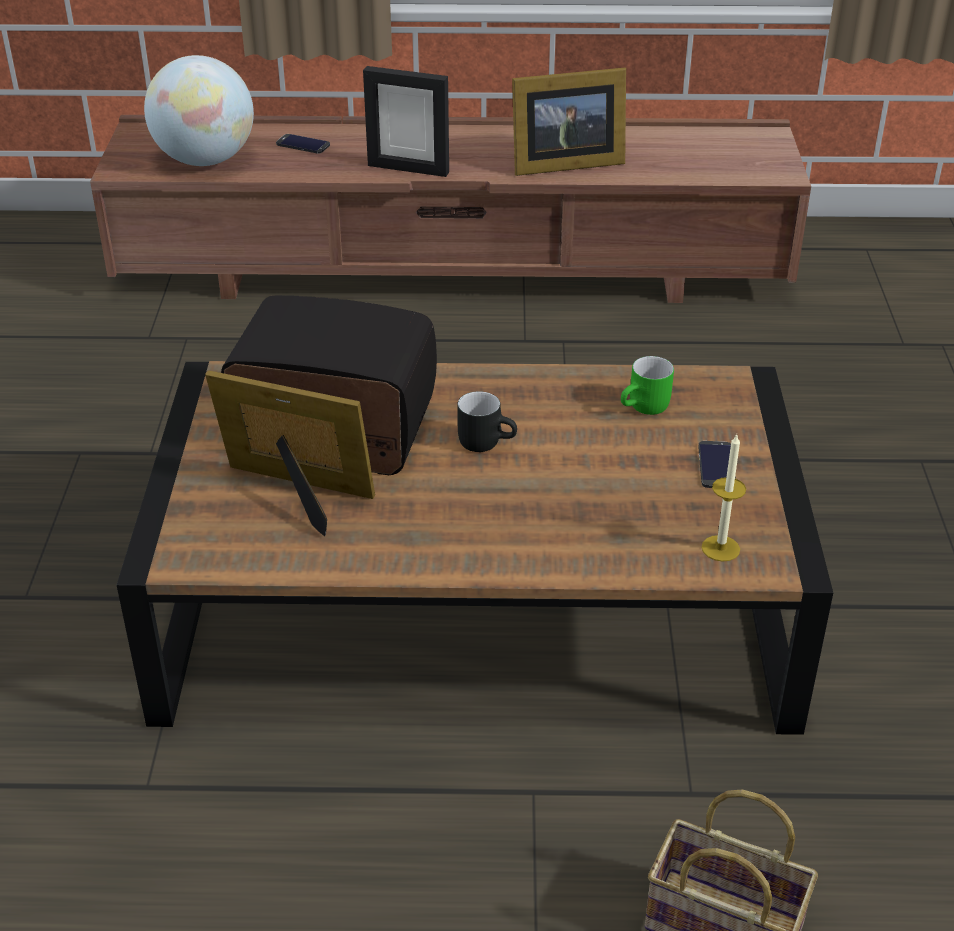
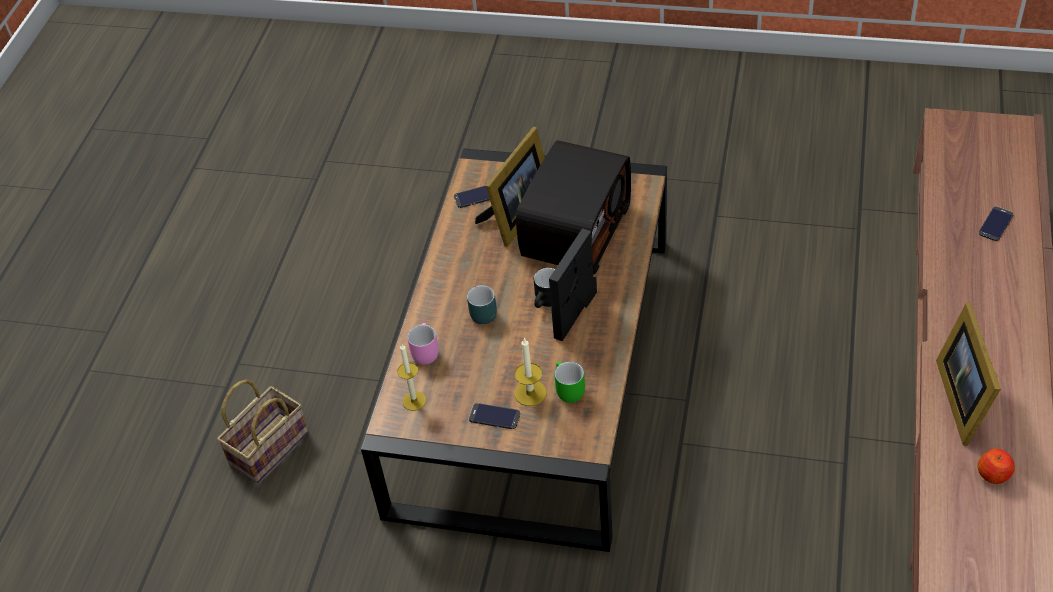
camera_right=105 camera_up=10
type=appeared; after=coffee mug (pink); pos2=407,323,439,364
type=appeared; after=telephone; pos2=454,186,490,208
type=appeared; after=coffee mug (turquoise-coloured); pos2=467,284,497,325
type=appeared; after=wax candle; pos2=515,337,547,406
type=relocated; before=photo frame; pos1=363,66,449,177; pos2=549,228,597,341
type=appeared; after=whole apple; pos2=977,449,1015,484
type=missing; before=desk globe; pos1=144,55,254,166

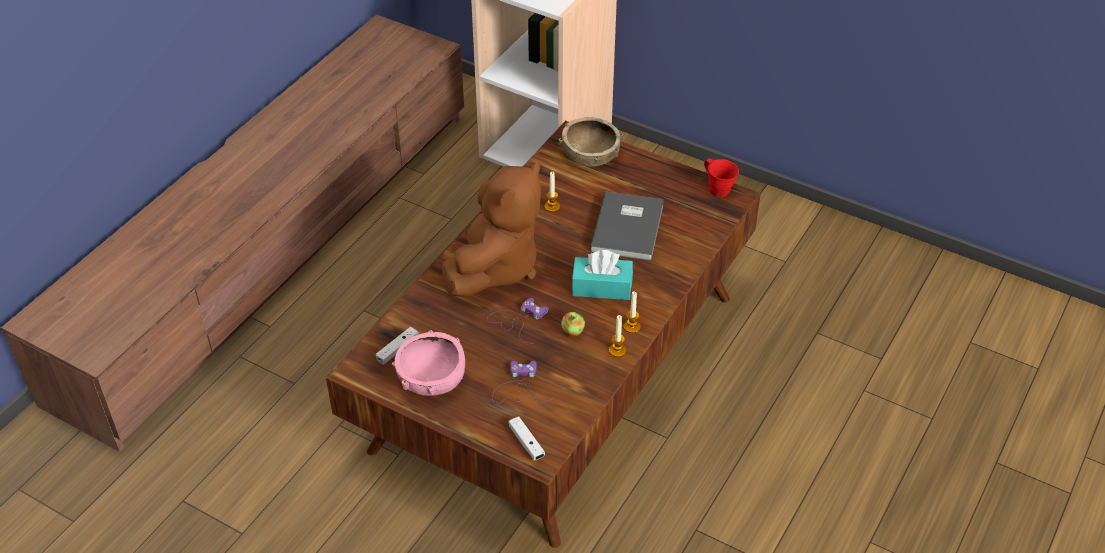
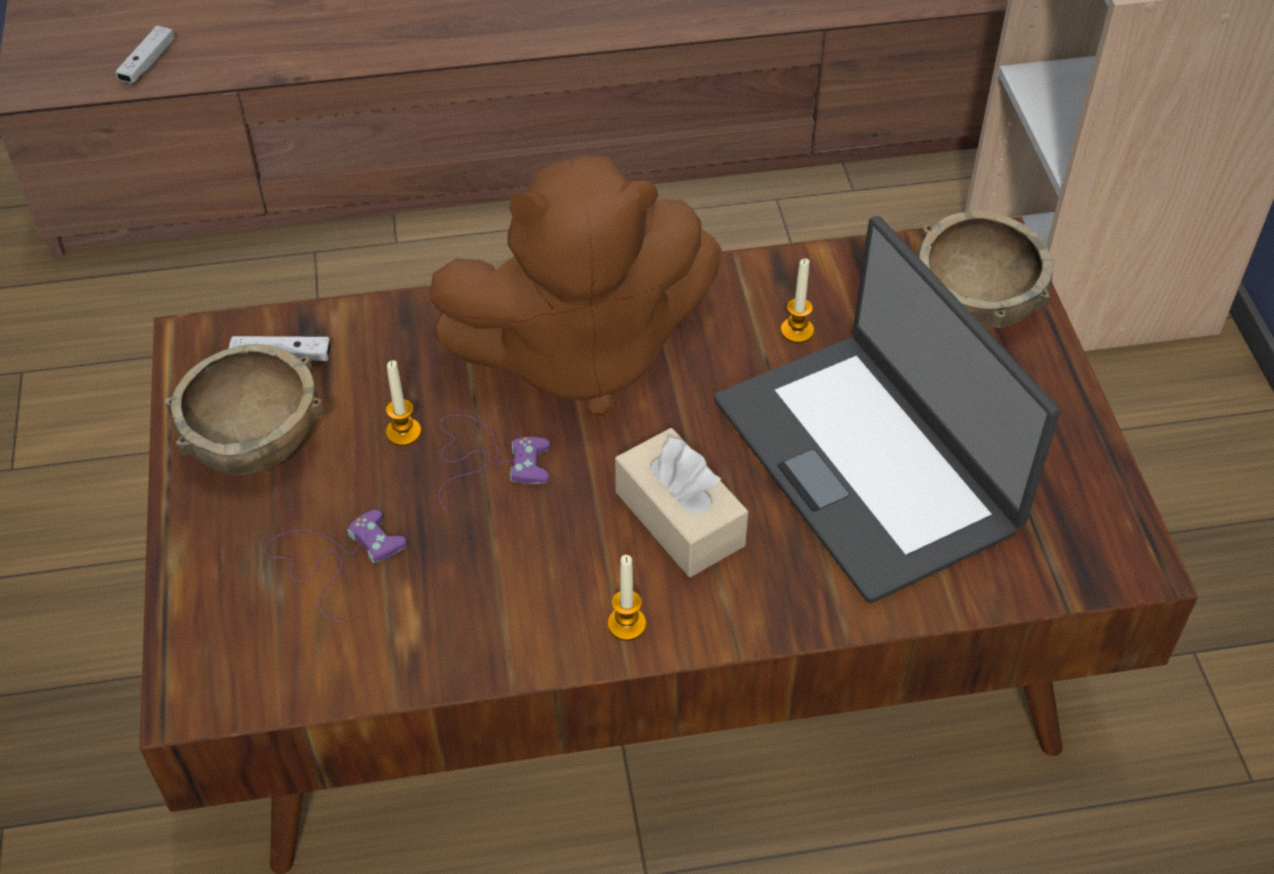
camera_right=50 camera_up=5
type=relocated; before=game controller (white-coloured); pos1=508,416,545,460; pos2=115,26,174,83
type=colour; before=serving bowl (pink); after=serving bowl (brownish); pos1=392,330,465,396; pos2=165,344,324,475
type=relocated; before=wax candle; pos1=609,315,626,357; pos2=386,360,421,446
type=colour; before=tissue box (turquoise-coloured); after=tissue box (sand-coloured); pos1=572,250,633,300; pos2=615,428,748,577
type=exchanged; before=bound book (grey); after=portable computer; pos1=590,191,664,261; pos2=714,216,1060,603
type=missing; before=whole apple; pos1=561,312,585,337
type=missing; before=coffee mug (reddish); pos1=704,158,739,197

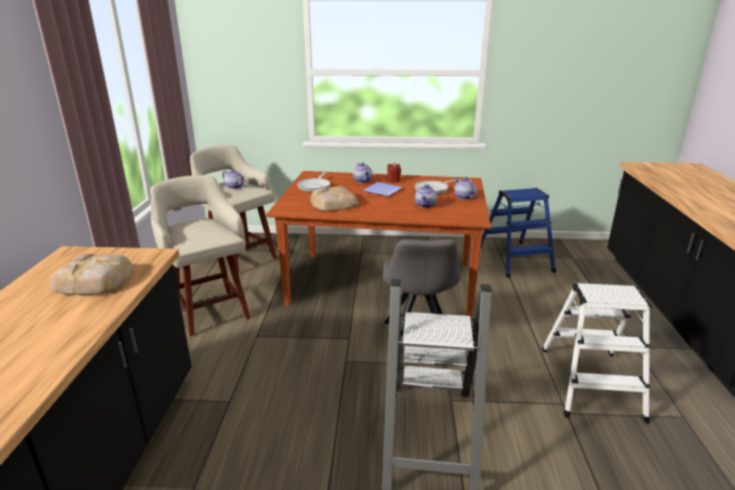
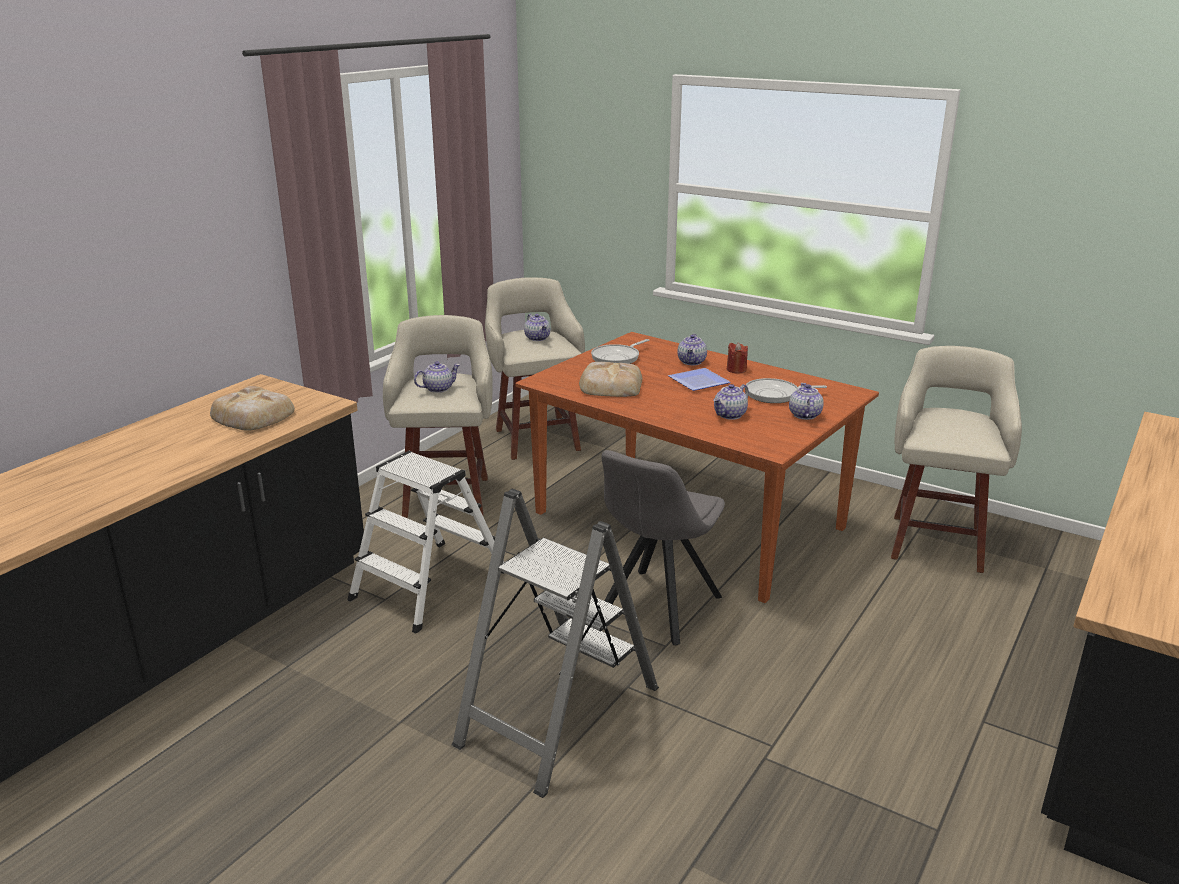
camera_right=30 camera_up=0
type=relocated; before=stepladder (white-coloured); pos1=542,282,652,424; pos2=347,451,504,633
type=appeared; after=pot for tea; pos2=414,361,460,393
type=exchanged; before=stepladder (bluish); after=stool (sand-coloured); pos1=481,188,556,278; pos2=891,346,1022,573

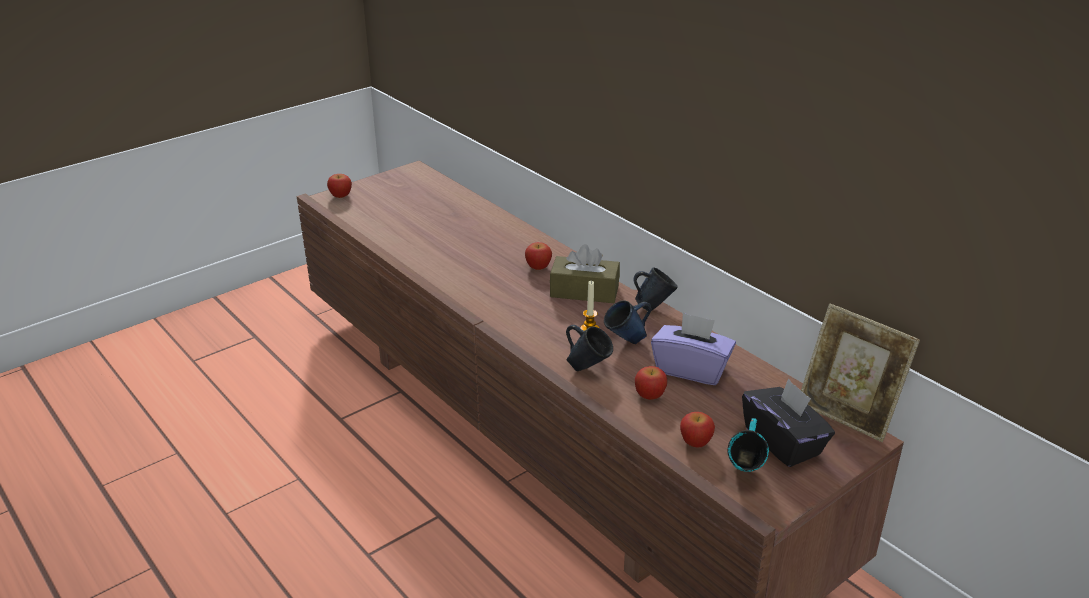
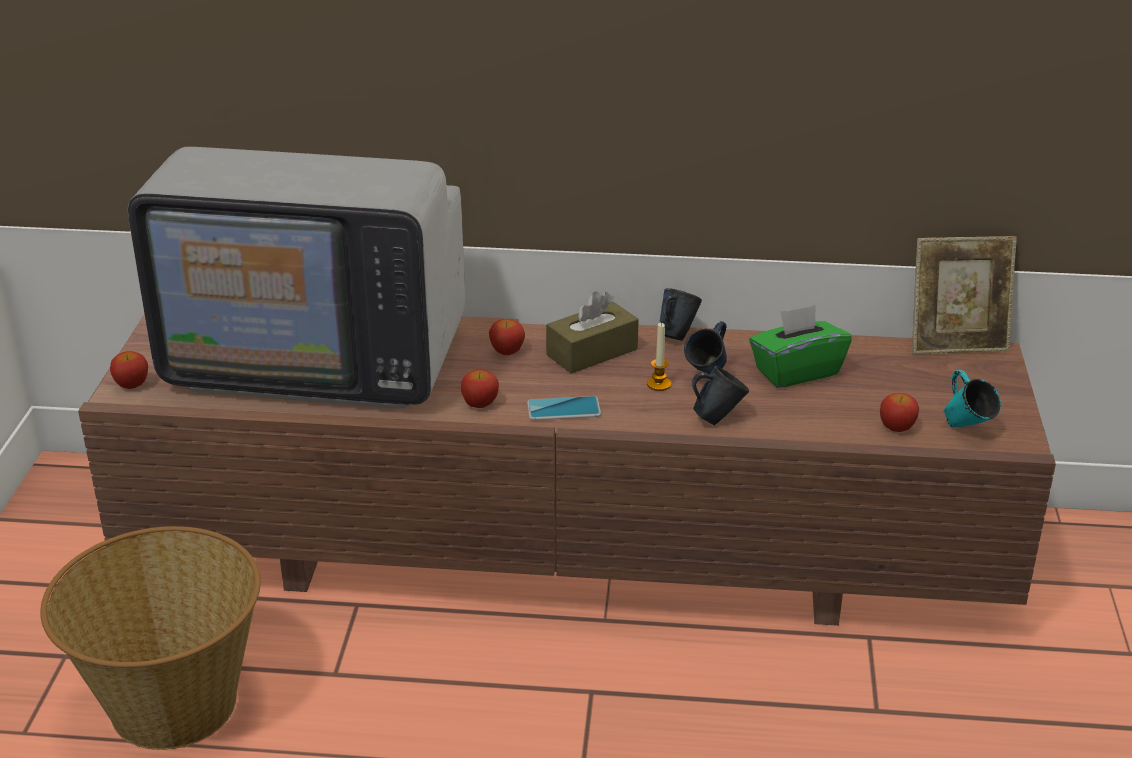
camera_right=-45 camera_up=0
type=appeared; after=basket; pos2=40,526,261,750
type=appeared; after=TV; pos2=128,147,465,408
type=relocated; before=whole apple; pos1=635,366,667,400; pos2=461,369,499,408
type=appeared; after=telephone; pos2=527,396,601,420
type=colour; before=tissue box (purplish); after=tissue box (green); pos1=651,312,736,385; pos2=749,305,852,388
type=missing; before=tissue box (black); pos1=742,378,835,467

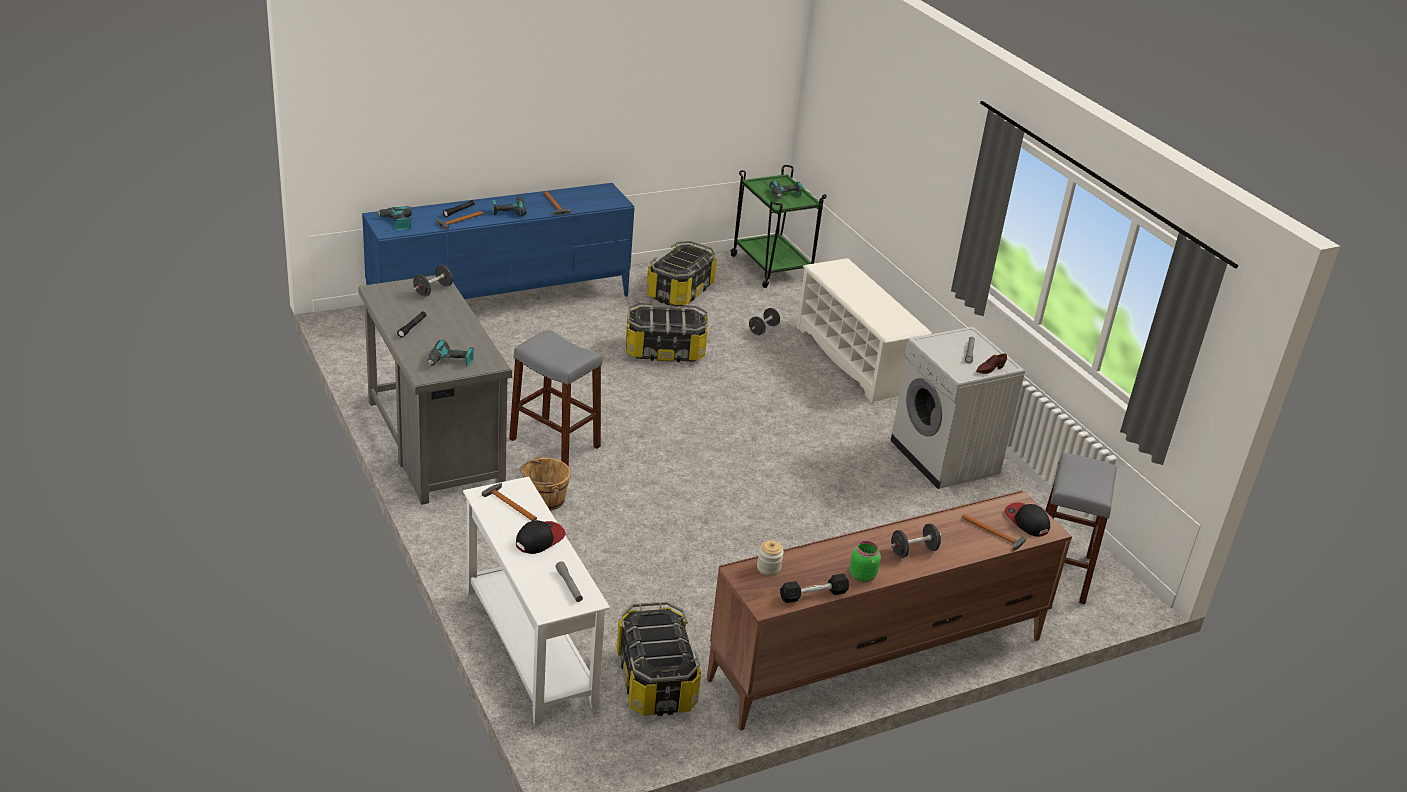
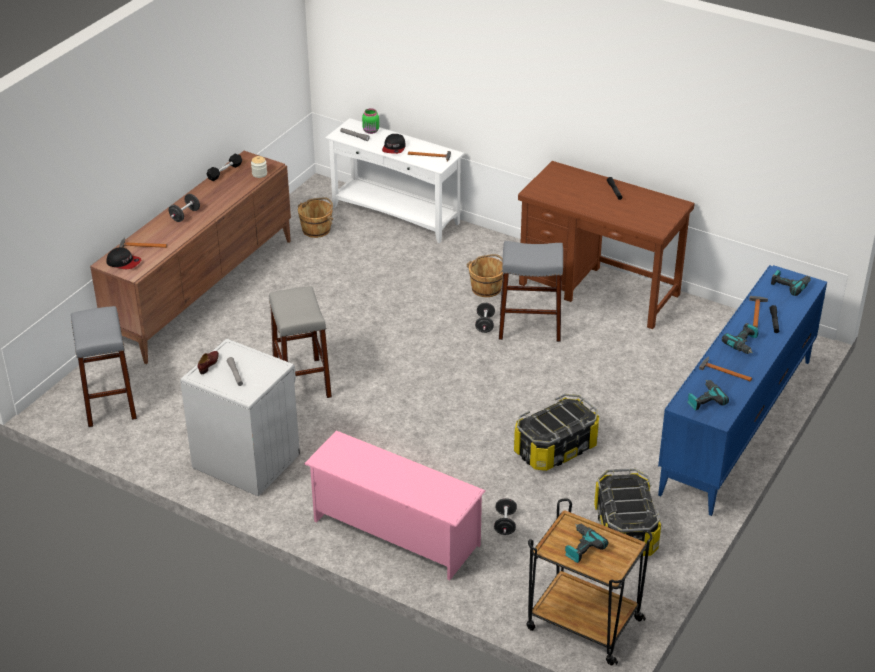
camera_right=150 camera_up=5
type=appeared; after=stool (grey); pos2=269,286,332,398
type=exchanged; before=storage bin; after=pail (brownish); pos1=617,602,701,716; pos2=298,197,333,238
type=colour; before=shoe shelf (white-coloured); after=shoe shelf (pink); pos1=796,258,932,403; pos2=304,431,485,580
type=relocated; before=storage jar (green); pos1=850,541,881,583; pos2=362,108,379,134
type=relocated; before=free weight (black); pos1=413,265,453,297; pos2=475,303,495,333
type=colour; before=desk (grey); after=desk (brownish); pos1=358,275,512,505; pos2=518,161,695,329
type=colour; before=cart (green); after=cart (brownish); pos1=730,165,827,288; pos2=526,498,652,665
type=relocated; before=electric drill; pos1=427,340,474,367; pos2=687,380,729,411

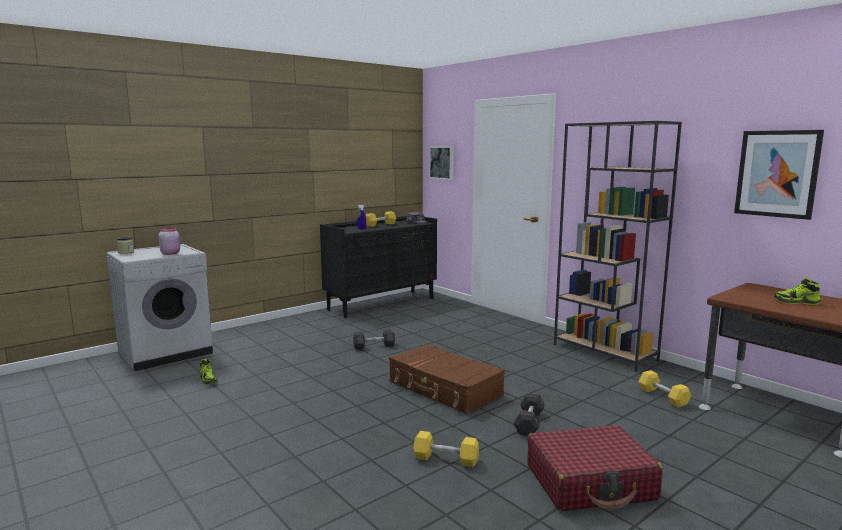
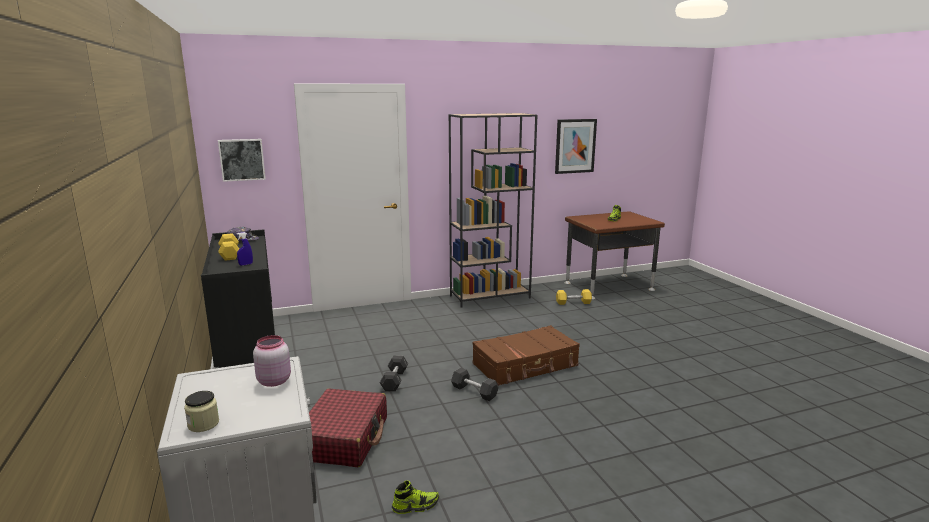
camera_right=-70 camera_up=5
type=relocated; before=travel case (reddish); pos1=527,425,663,511; pos2=309,388,387,467
type=relocated; before=free weight (grey); pos1=513,393,545,436; pos2=451,368,498,401
type=missing; before=free weight (yellowish); pos1=413,431,479,467

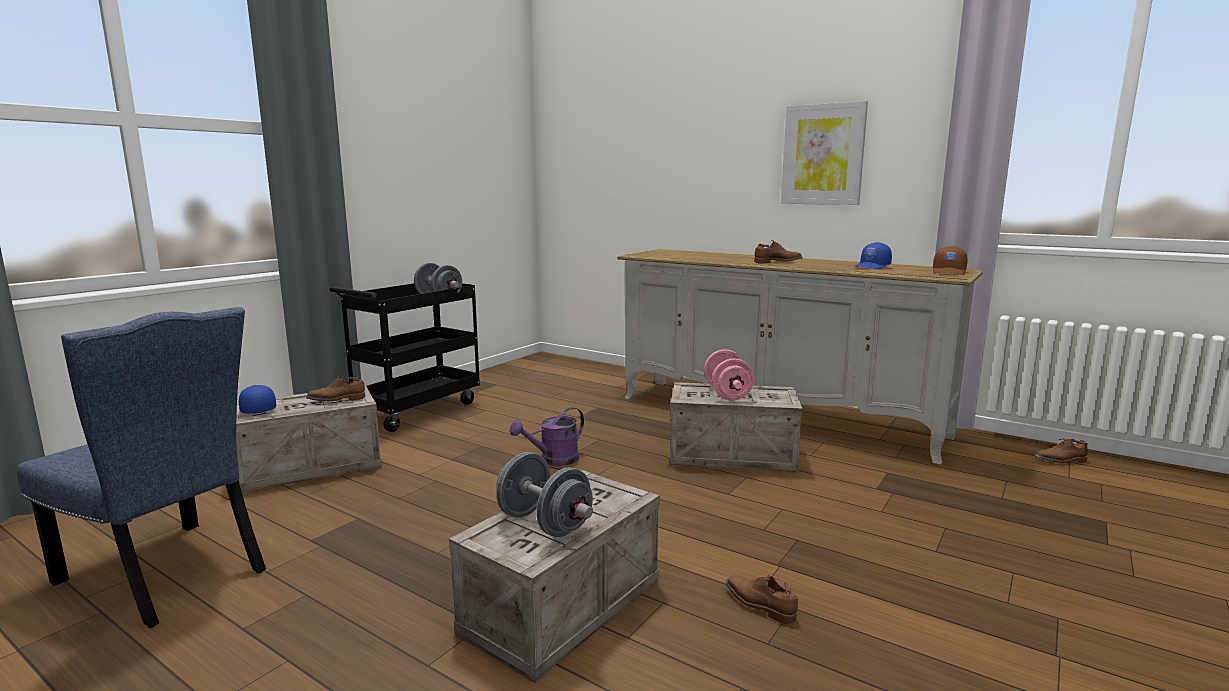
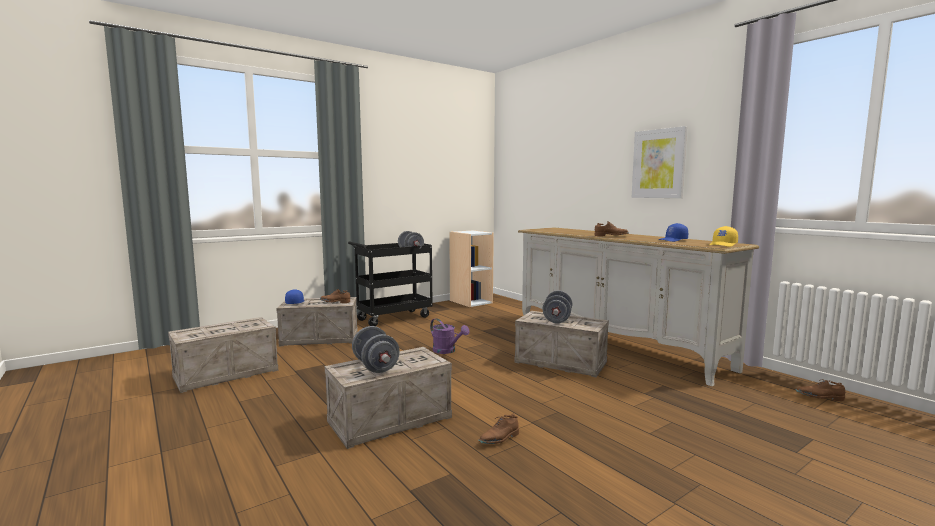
camera_right=20 camera_up=-5
type=exchanged; before=chair (bluish); after=crate; pos1=17,307,266,628; pos2=168,317,278,393
type=spun; before=sprinkling can (purplish); pos1=510,407,584,466; pos2=430,318,469,354; turn=-120
type=appeared; after=shelving unit; pos2=449,230,494,307
type=spun; before=low shoe (brownish); pos1=726,574,798,624; pos2=479,413,519,444; turn=-105
type=colour; before=free weight (pink); after=free weight (grey); pos1=704,349,755,401; pos2=543,290,572,323
type=colour; before=cap (brownish); after=cap (yellowish); pos1=933,246,967,275; pos2=710,226,738,247

